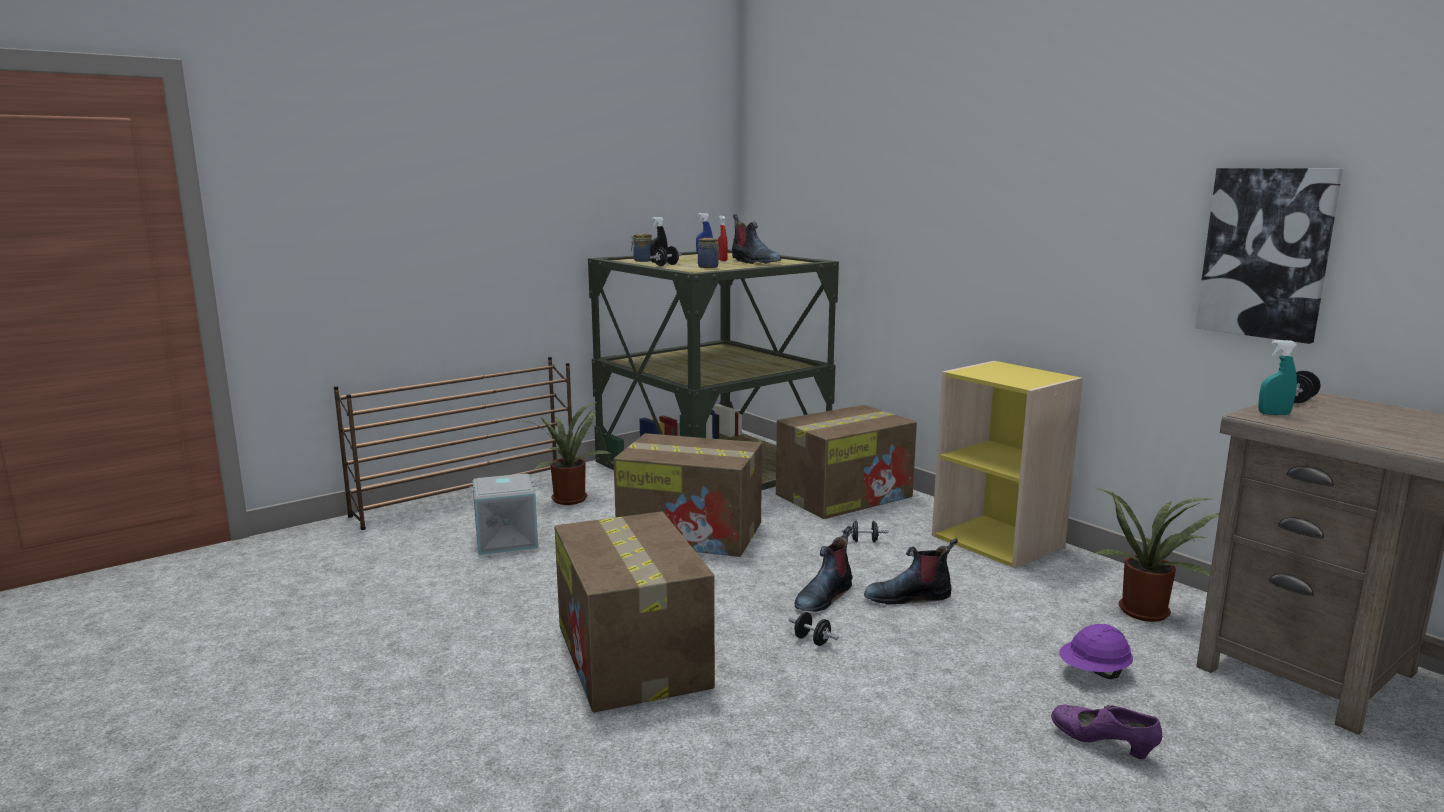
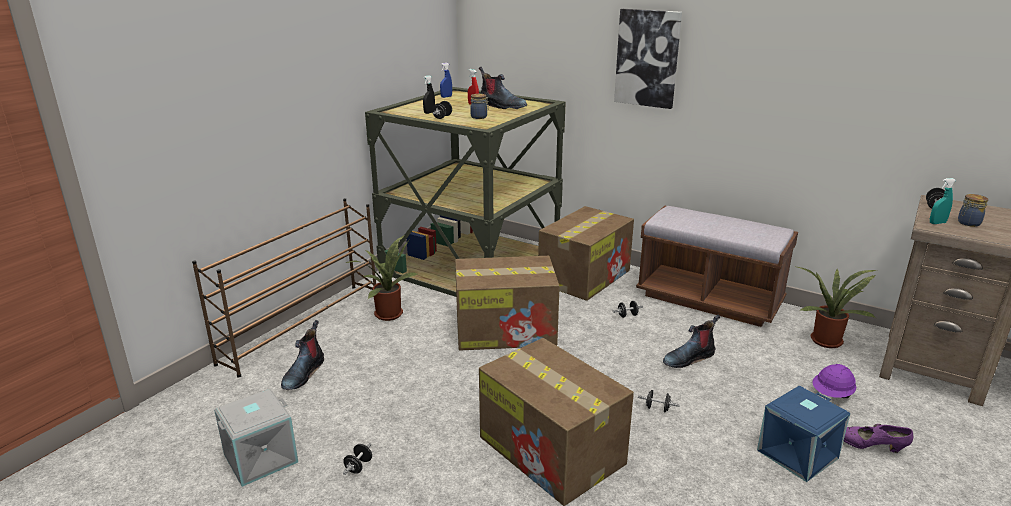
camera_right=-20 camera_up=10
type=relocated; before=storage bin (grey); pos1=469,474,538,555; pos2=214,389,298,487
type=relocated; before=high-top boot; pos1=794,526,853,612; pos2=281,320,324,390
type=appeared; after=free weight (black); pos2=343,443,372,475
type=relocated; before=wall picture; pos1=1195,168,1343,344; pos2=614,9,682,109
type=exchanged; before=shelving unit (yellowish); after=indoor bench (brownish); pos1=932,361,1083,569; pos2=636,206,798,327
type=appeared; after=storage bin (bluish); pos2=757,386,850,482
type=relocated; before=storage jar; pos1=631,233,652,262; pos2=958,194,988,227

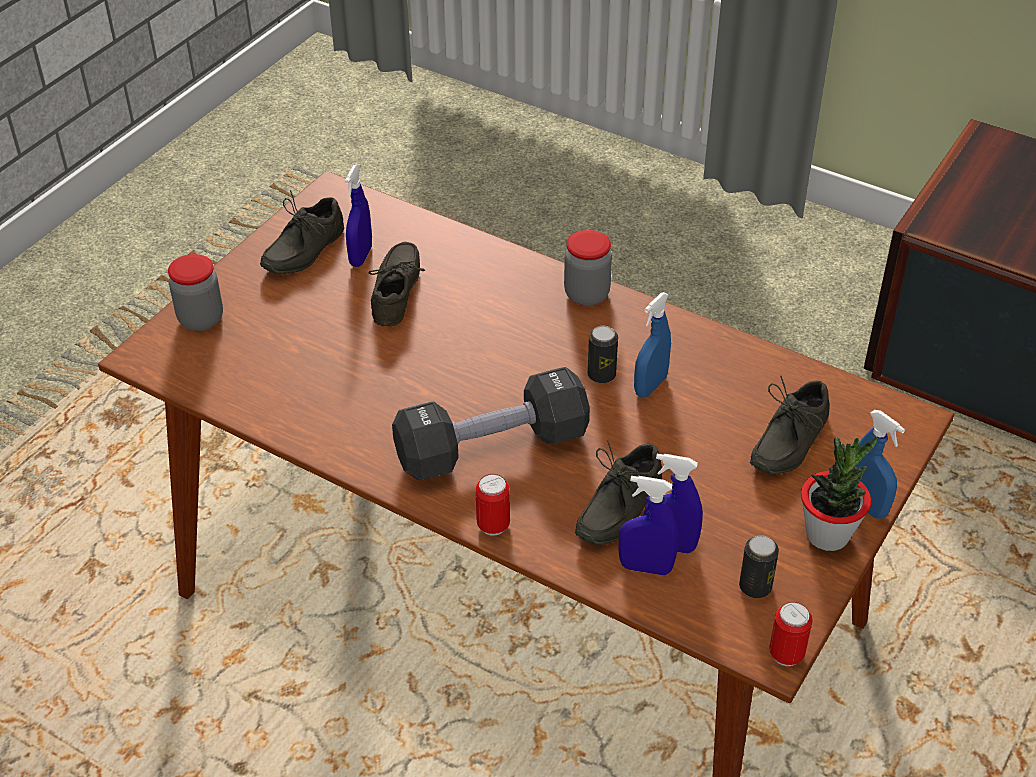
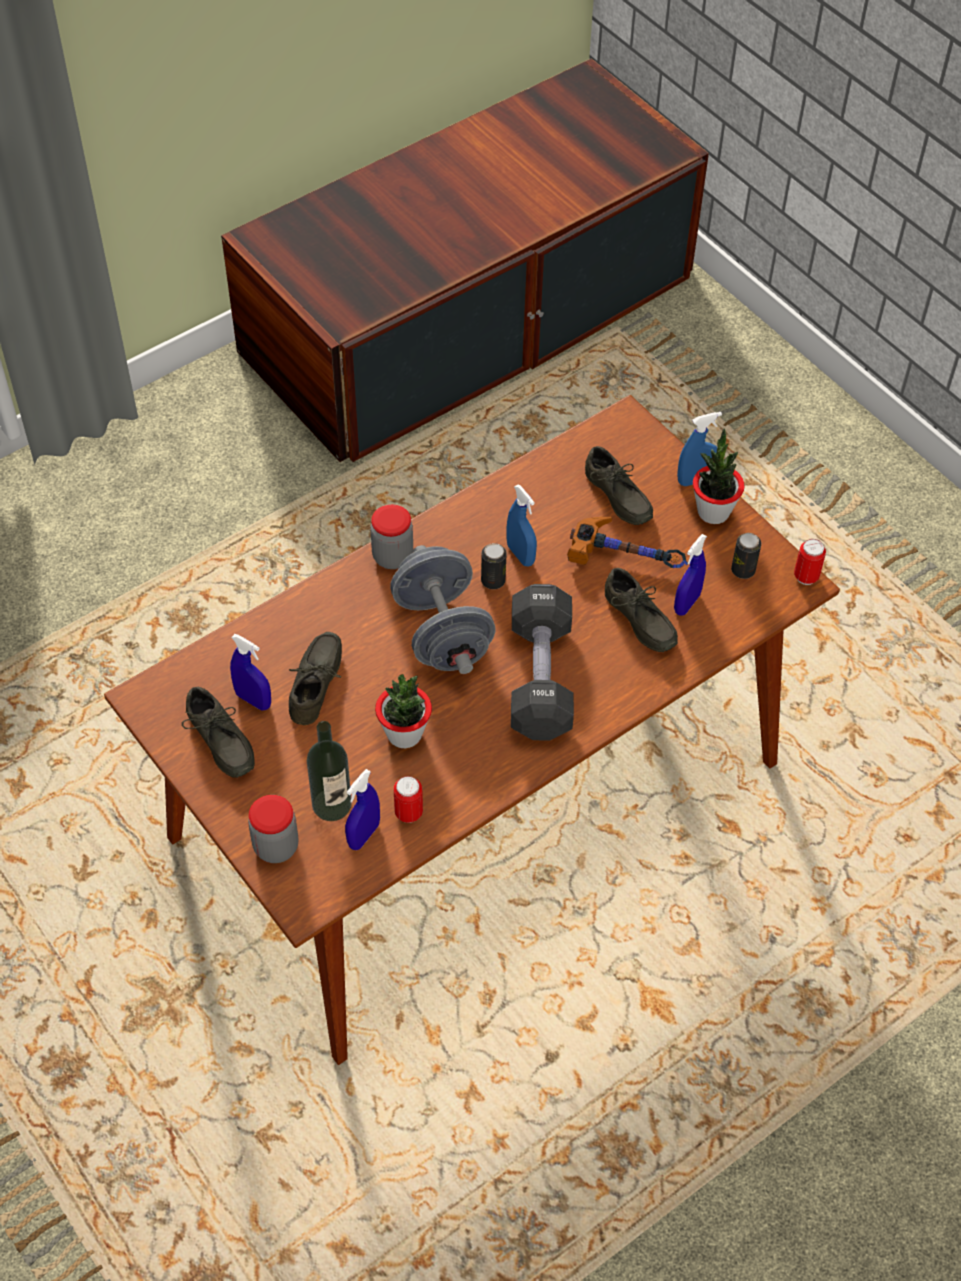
camera_right=-70 camera_up=10
type=spun; before=low shoe (grey); pos1=368,242,425,326; pos2=289,632,342,725; turn=75
type=appeared; after=bottle; pos2=307,721,352,821
type=relocated; before=hand sprayer (bluish); pos1=619,476,678,575; pos2=345,769,380,850
type=appeared; after=houseplant; pos2=375,674,432,748
type=appeared; after=free weight (grey); pos2=390,545,496,674
type=relocated; before=sealed can; pos1=476,474,510,535; pos2=393,776,423,823
type=appeared; after=tool hammer; pos2=567,517,688,568

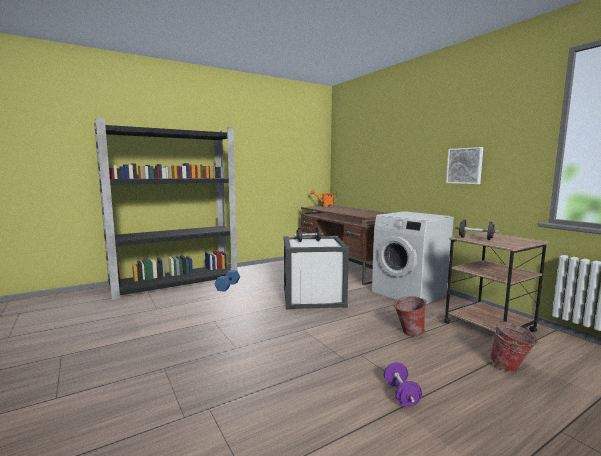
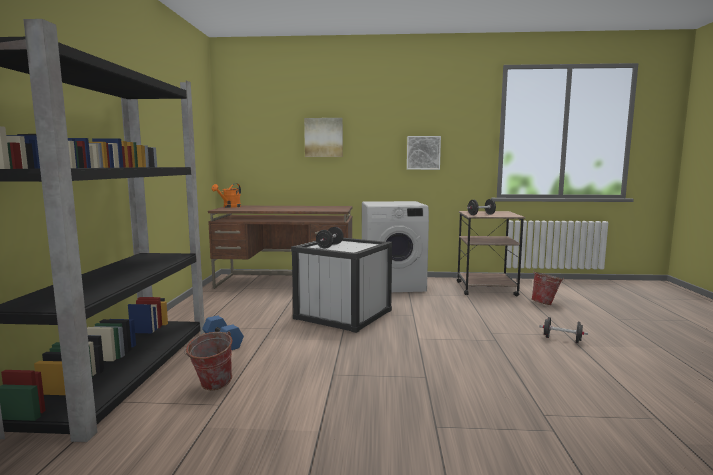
camera_right=-55 camera_up=0
type=relocated; before=pail; pos1=393,296,426,336; pos2=184,331,233,390
type=appeared; after=wall picture; pos2=304,118,343,157
type=colour; before=free weight (purplish); after=free weight (black); pos1=384,362,422,407; pos2=539,317,588,343

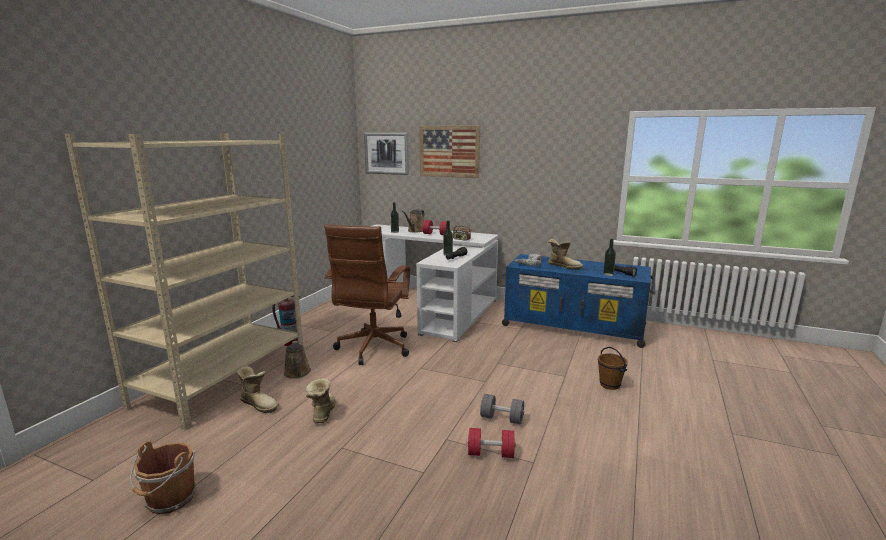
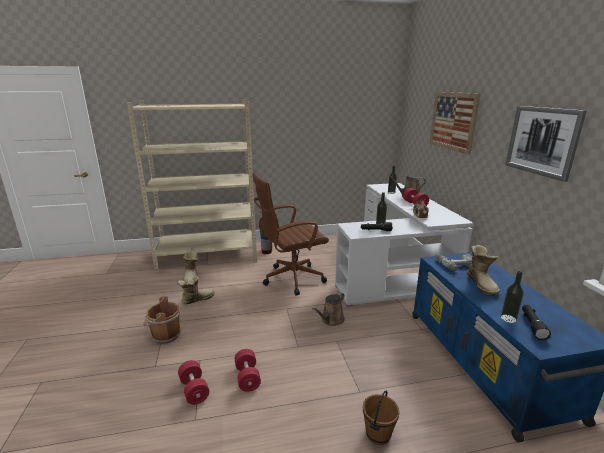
camera_right=55 camera_up=5
type=relocated; before=pail (brownish); pos1=130,441,197,514; pos2=143,296,180,344
type=colour; before=free weight (grey); after=free weight (reddish); pos1=480,394,524,424; pos2=235,349,261,392
type=relocated; before=sprinkling can (brownish); pos1=284,341,311,379; pos2=312,292,345,326
type=relocated; before=wall picture; pos1=364,133,409,175; pos2=505,106,587,182

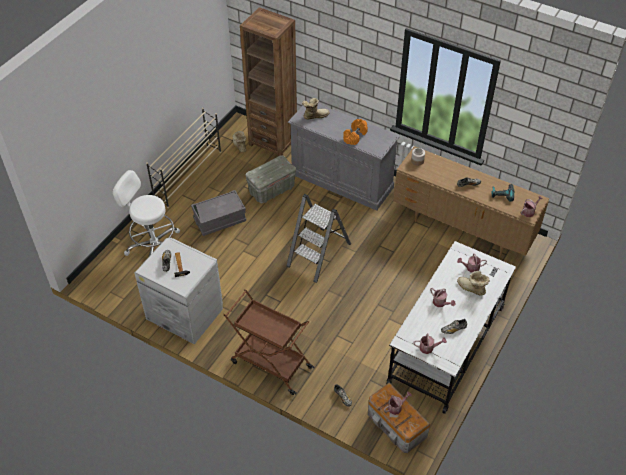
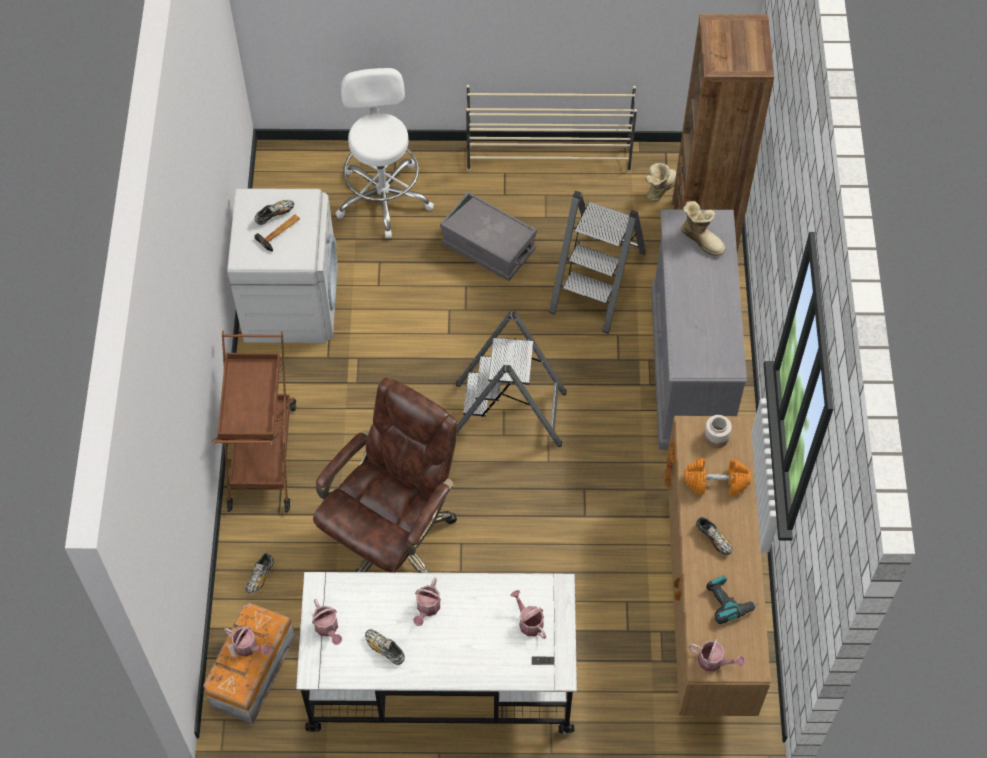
camera_right=60 camera_up=10
type=appeared; after=computer chair (brownish); pos2=313,377,457,573
type=exchanged; before=storage bin (grey); after=stepladder (grey); pos1=245,155,296,203; pos2=549,191,647,334
type=relocated; before=free weight (orange); pos1=343,119,368,145; pos2=684,458,751,495
type=missing; before=high-top boot; pos1=457,271,490,296

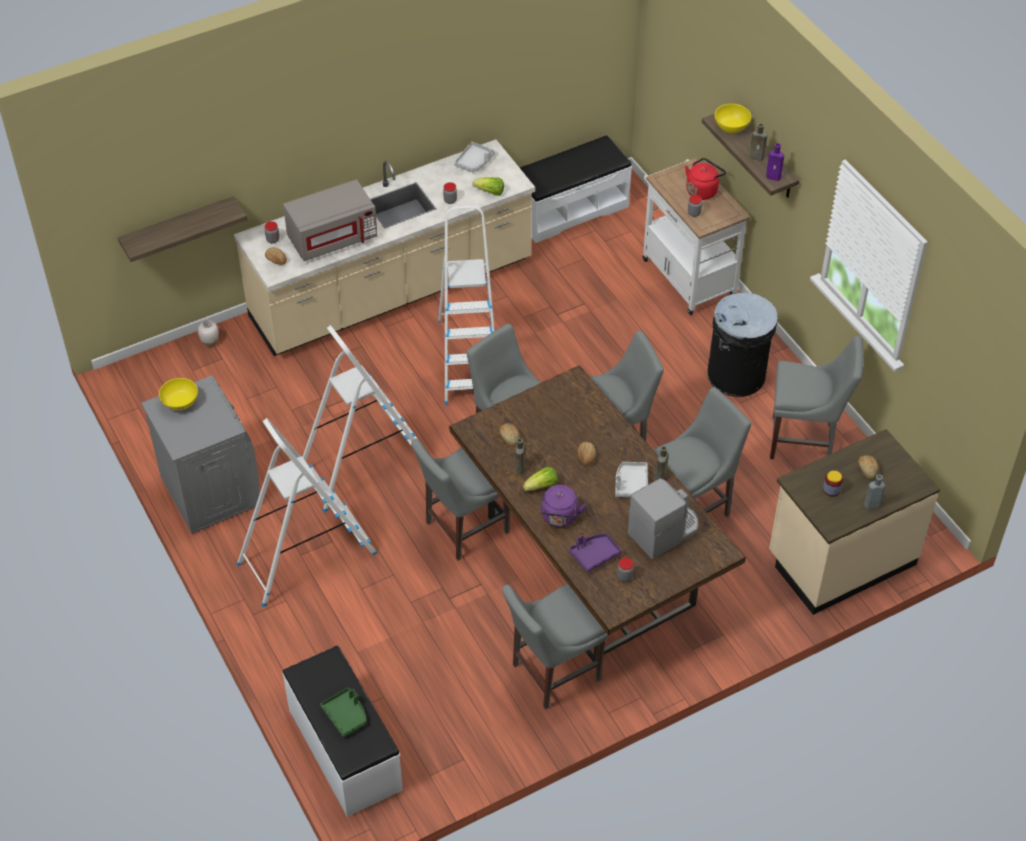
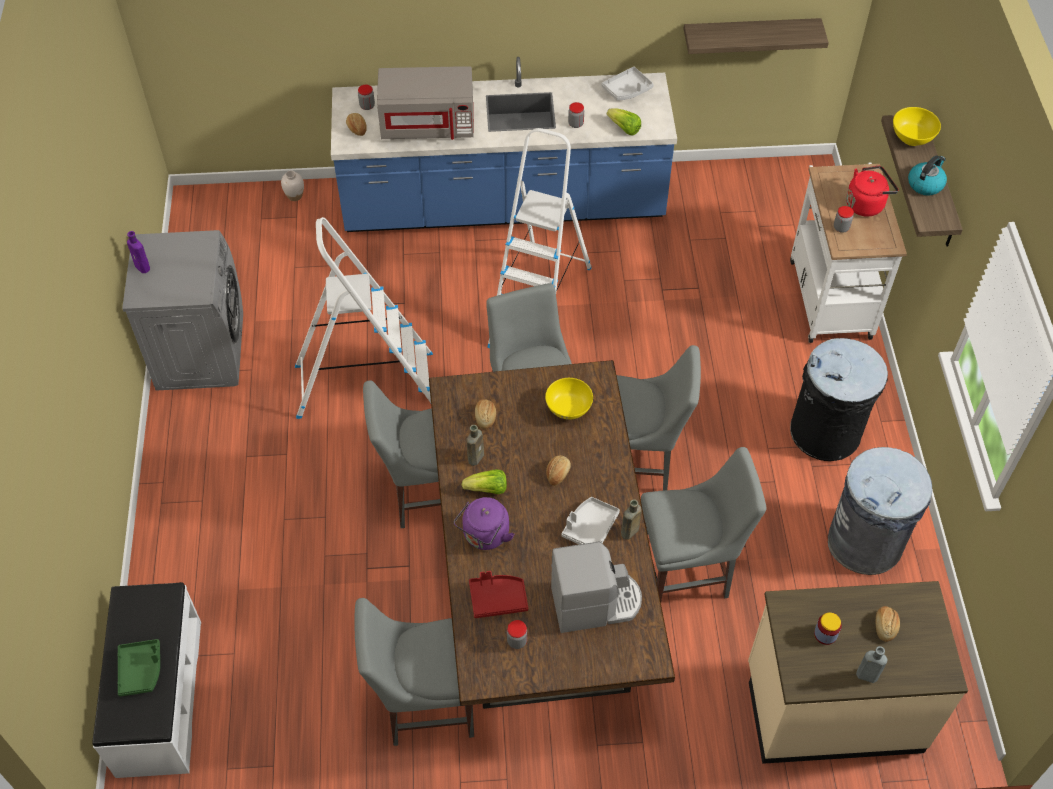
camera_right=25 camera_up=5
type=relocated; before=bottle (purplish); pos1=766,143,784,181; pos2=127,231,150,273
type=colour; before=kitchen counter (sand-coloured); after=kitchen counter (bluish); pos1=234,140,535,356; pos2=331,57,677,232
type=colour; before=serving tray (purplish); after=serving tray (reddish); pos1=569,533,622,573; pos2=469,571,528,618
type=relocated; before=serving bowl (yellowish); pos1=159,378,198,411; pos2=545,378,593,420
type=relocated; before=bracket shelf; pos1=118,196,247,262; pos2=683,18,829,54
type=exchanged; before=chair (grey); after=rubbish bin (grey); pos1=770,336,864,459; pos2=828,447,932,575
type=exchanged; before=bottle (brownish); after=kettle; pos1=749,123,767,161; pos2=908,155,947,196
type=missing; before=stepladder (white-coloured); pos1=237,418,377,607
type=missing; before=indoor bench (white-coloured); pos1=520,135,632,243

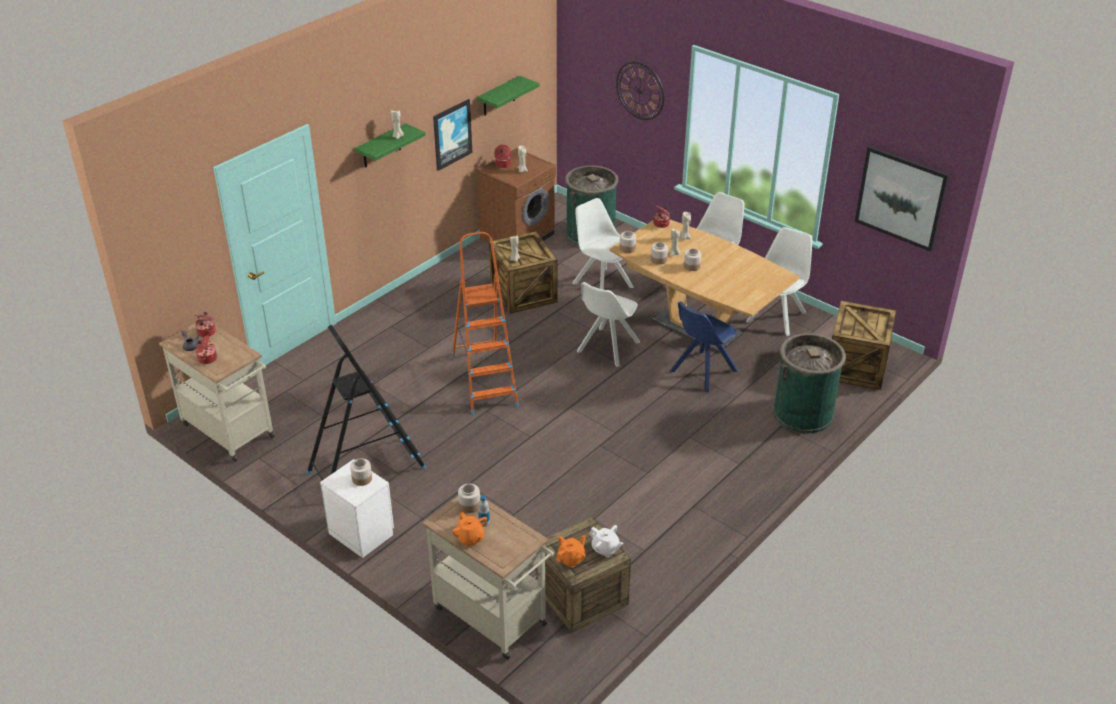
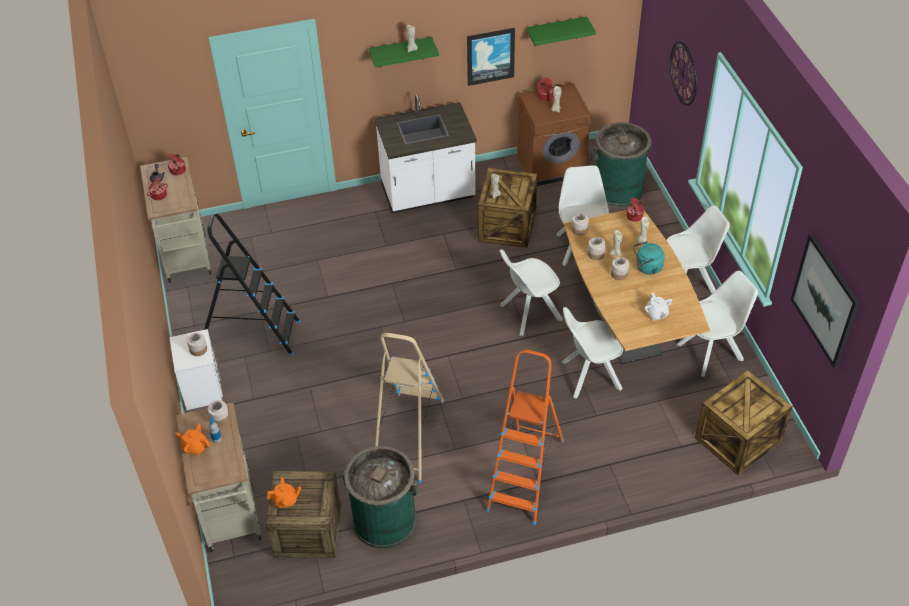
camera_right=35 camera_up=10
type=spun; before=pot for tea (orange); pos1=452,512,487,547; pos2=175,424,210,455; turn=105
type=relocated; before=rubbish bin (green); pos1=773,333,846,433; pos2=343,446,418,548
type=appeared; after=kitchen counter (white-coloured); pos2=375,94,477,213
type=appeared; after=stepladder (sand-coloured); pos2=375,333,444,483
type=relocated; before=stepladder (orange); pos1=452,232,519,414; pos2=486,350,564,525
type=colour; before=chair (bluish); after=chair (white-coloured); pos1=670,301,737,392; pos2=561,307,623,399
type=appeared; after=kettle (turquoise-coloured); pos2=633,241,665,274
type=relocated; before=pot for tea (white-coloured); pos1=589,525,623,557; pos2=644,293,672,321

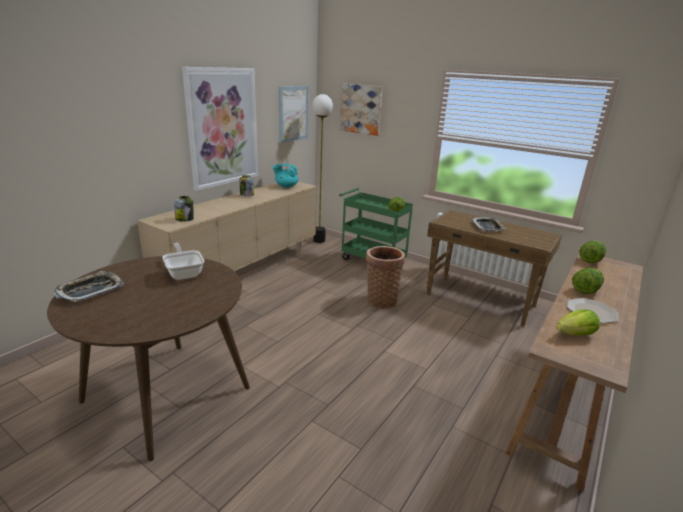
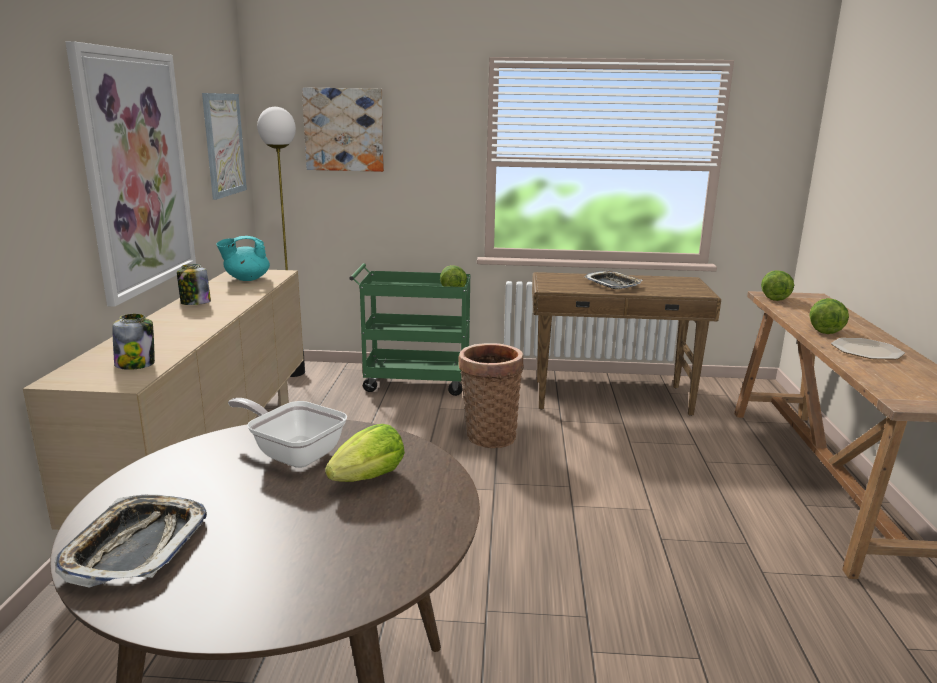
camera_right=-30 camera_up=-5
type=relocated; before=lettuce; pos1=556,309,600,336; pos2=325,424,405,482

